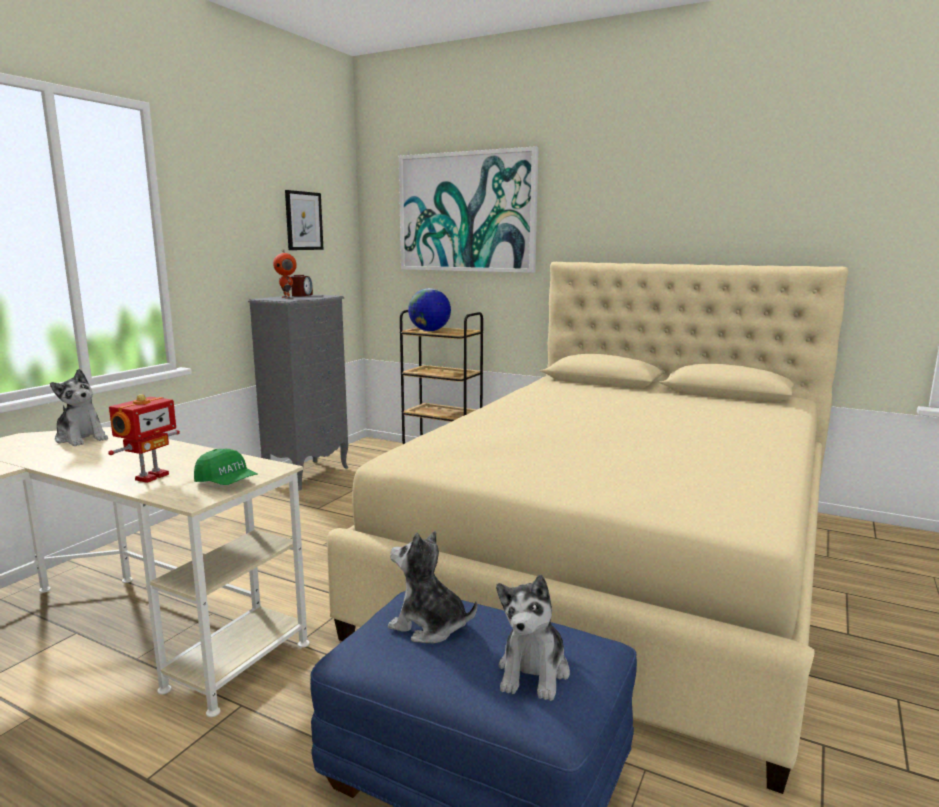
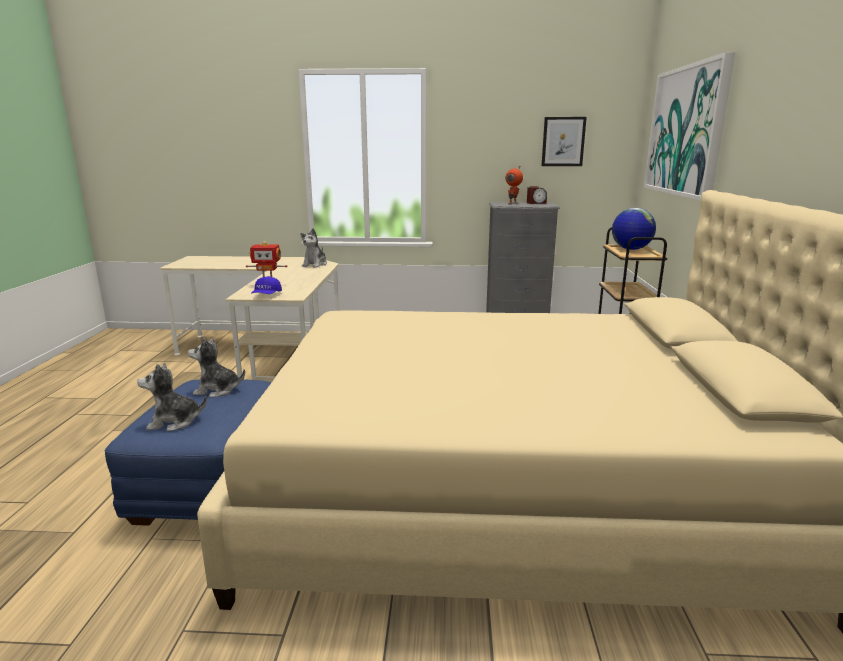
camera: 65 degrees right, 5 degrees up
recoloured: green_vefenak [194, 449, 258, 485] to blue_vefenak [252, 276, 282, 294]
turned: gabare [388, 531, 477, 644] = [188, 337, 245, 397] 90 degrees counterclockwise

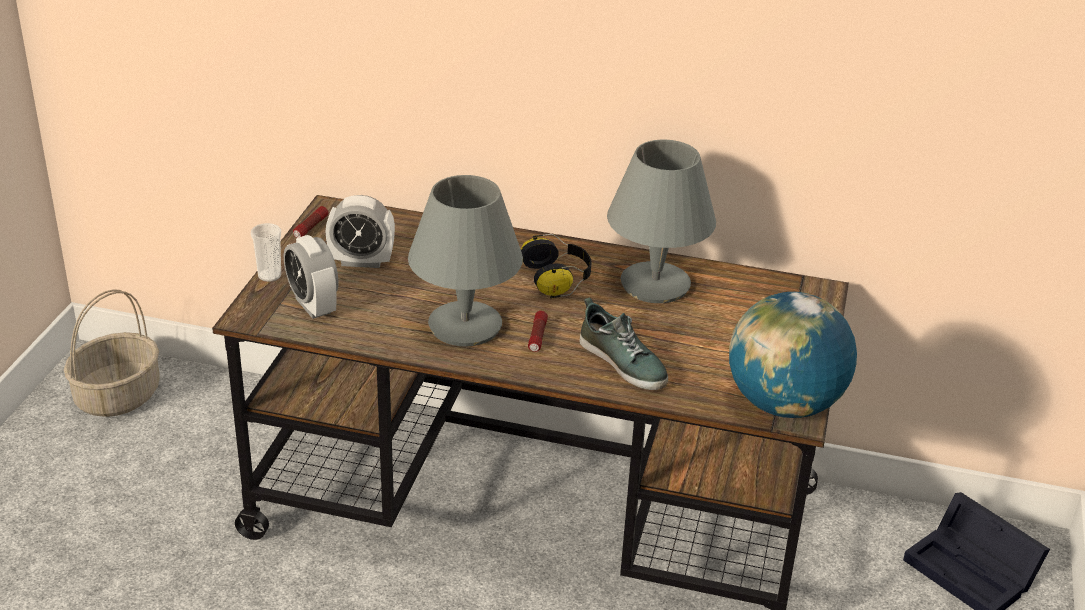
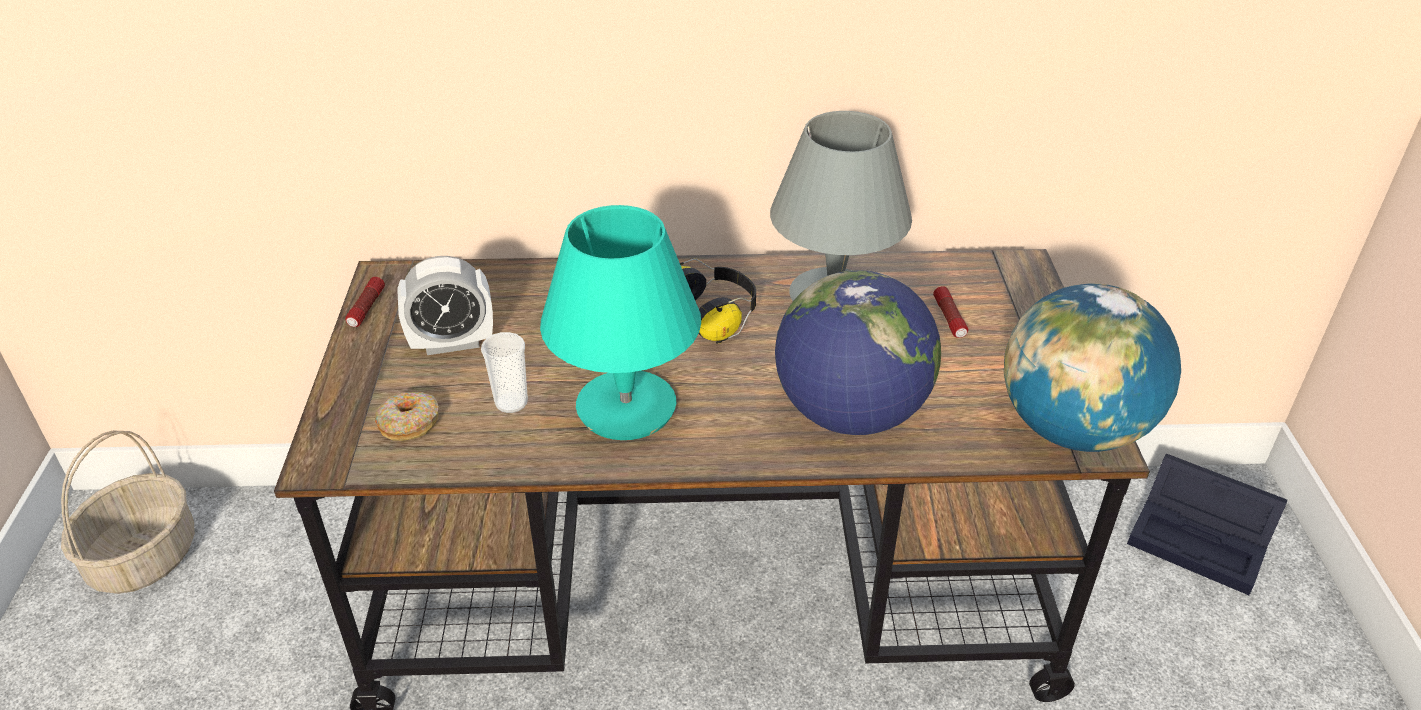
camera: 15 degrees left, 5 degrees up
moved: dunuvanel [251, 223, 281, 282] to [481, 332, 528, 413]; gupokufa [528, 311, 548, 352] to [933, 286, 968, 338]
replaced: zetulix [284, 235, 338, 319] to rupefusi [375, 392, 439, 441]; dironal [580, 297, 668, 390] to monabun [775, 270, 941, 435]
recoloured: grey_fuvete [408, 175, 523, 346] to turquoise_fuvete [540, 205, 701, 440]

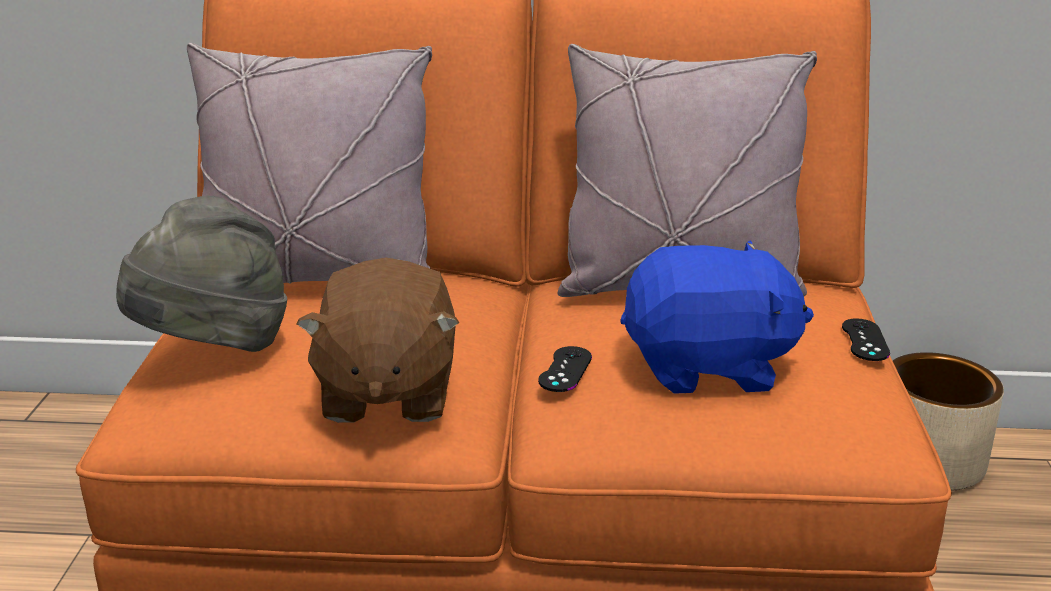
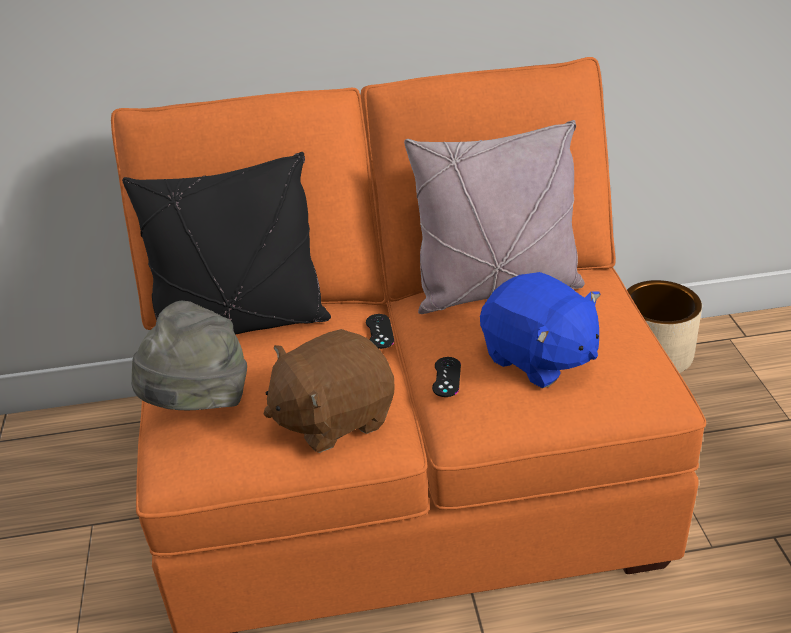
camera: 10 degrees left, 10 degrees up
moved: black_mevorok [842, 318, 890, 361] to [366, 314, 394, 349]
recoloured: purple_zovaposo [187, 43, 432, 284] to black_zovaposo [122, 152, 331, 335]
turned: brown_gabare [296, 258, 459, 423] = [263, 329, 394, 453] 75 degrees clockwise; blue_gabare [620, 240, 814, 394] = [480, 272, 600, 388] 60 degrees clockwise

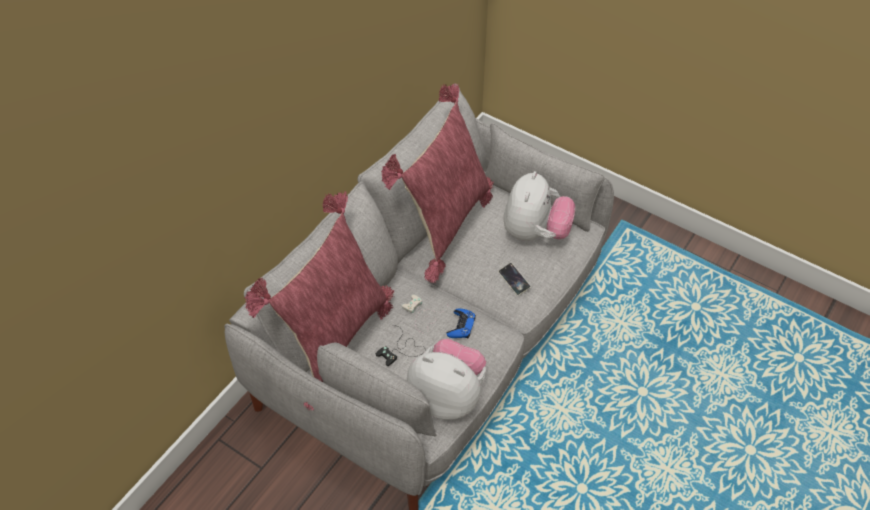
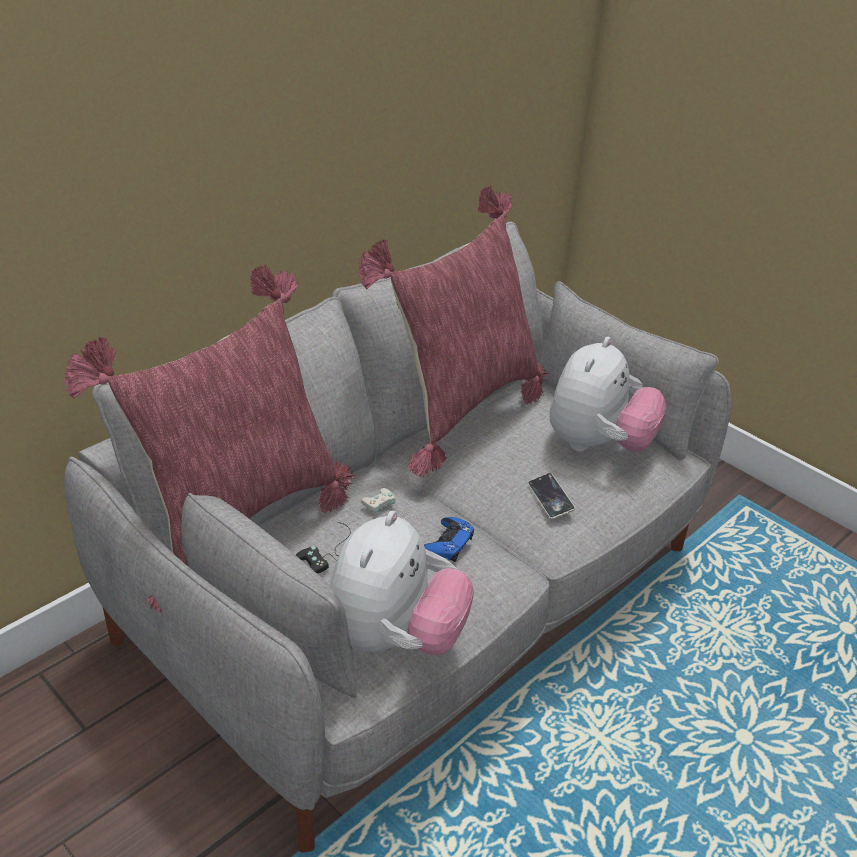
camera: 10 degrees right, 15 degrees down
turned: gabare [407, 339, 486, 420] = [330, 511, 474, 655] 75 degrees clockwise

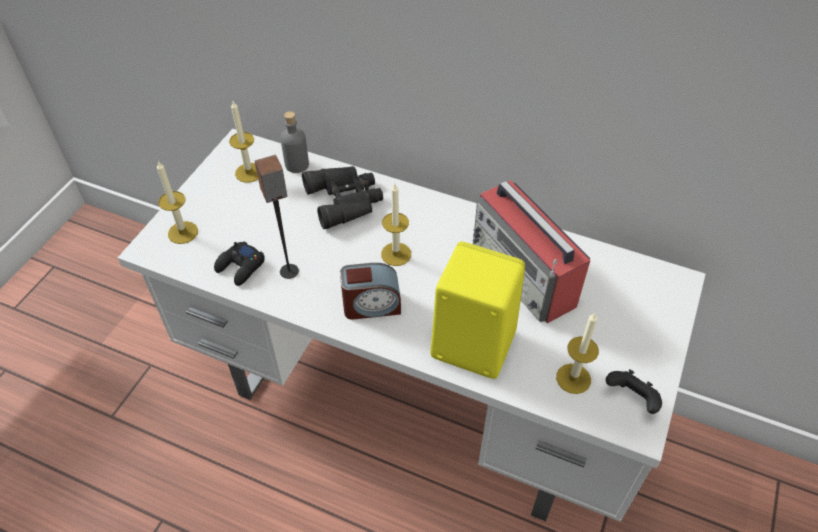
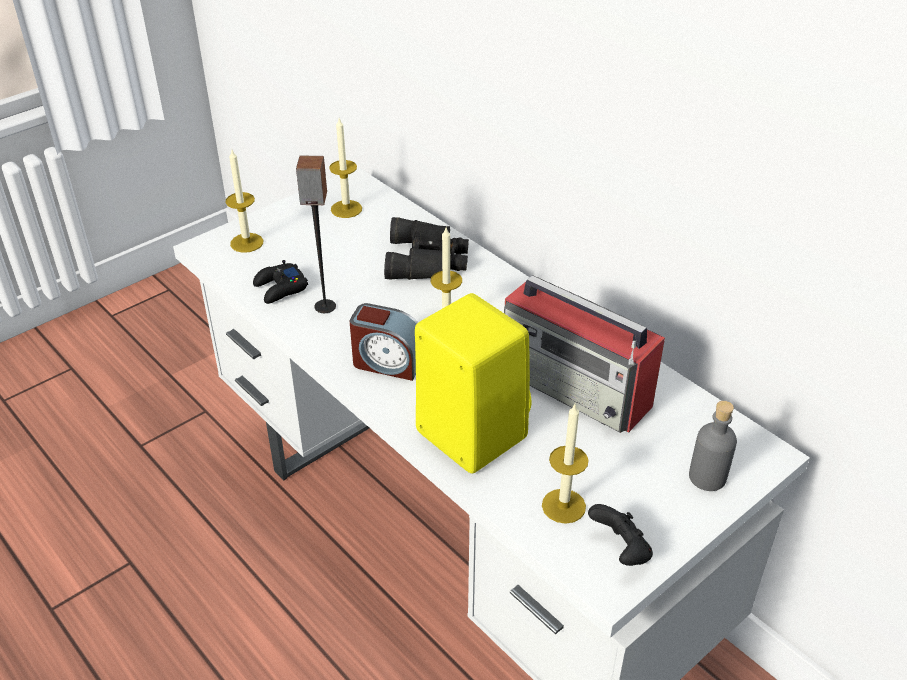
camera: 25 degrees right, 10 degrees down
moved: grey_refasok [280, 111, 309, 173] to [689, 401, 737, 491]
turned: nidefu [473, 180, 590, 323] = [504, 275, 665, 433] 45 degrees counterclockwise

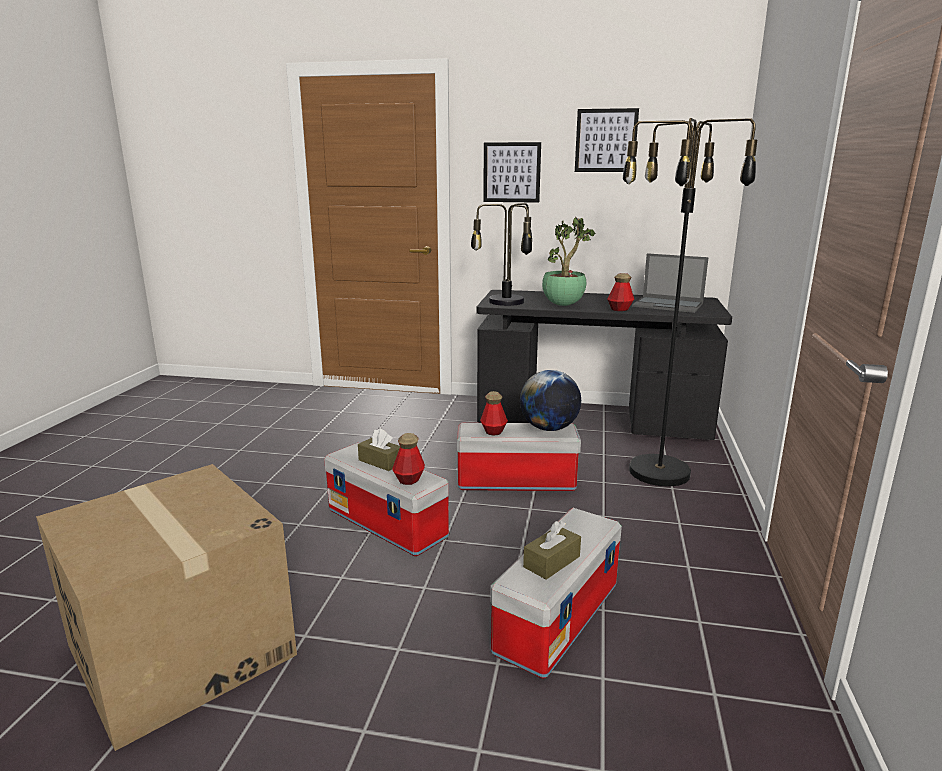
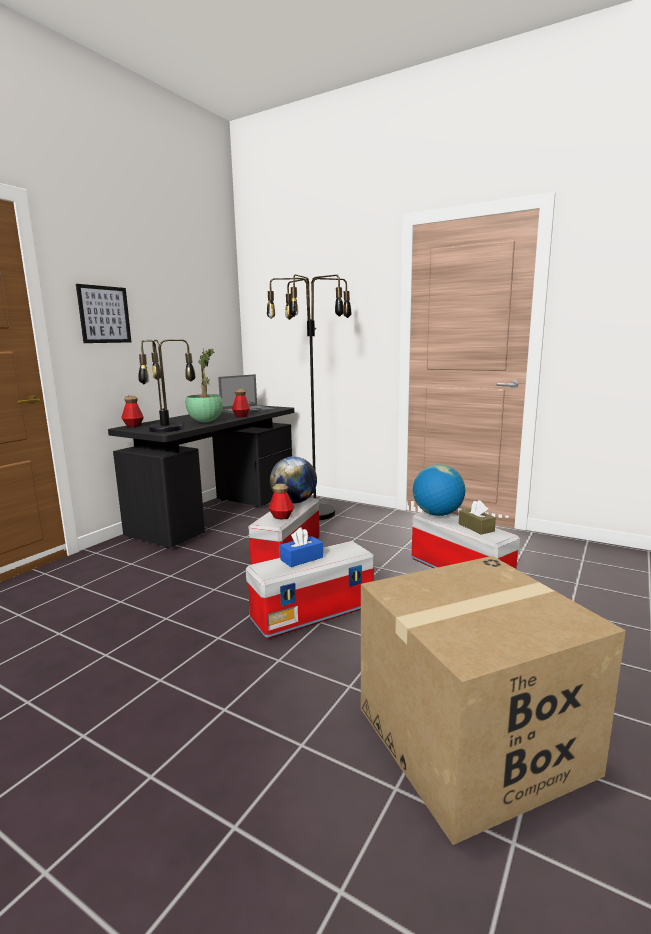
camera: 70 degrees left, 5 degrees down
removed: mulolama [575, 108, 639, 172]
added: monabun [413, 464, 465, 516]
moved: refasok [392, 433, 425, 485] to [121, 396, 144, 427]
recoloured: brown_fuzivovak [358, 429, 400, 471] to blue_fuzivovak [280, 527, 323, 567]

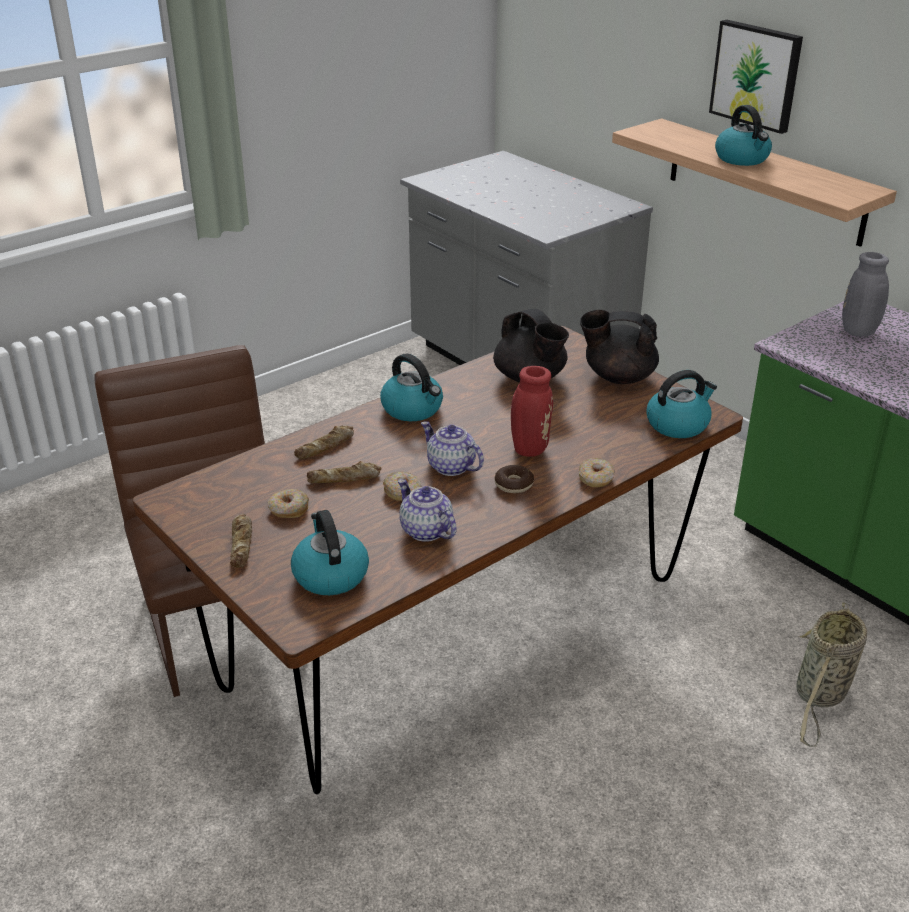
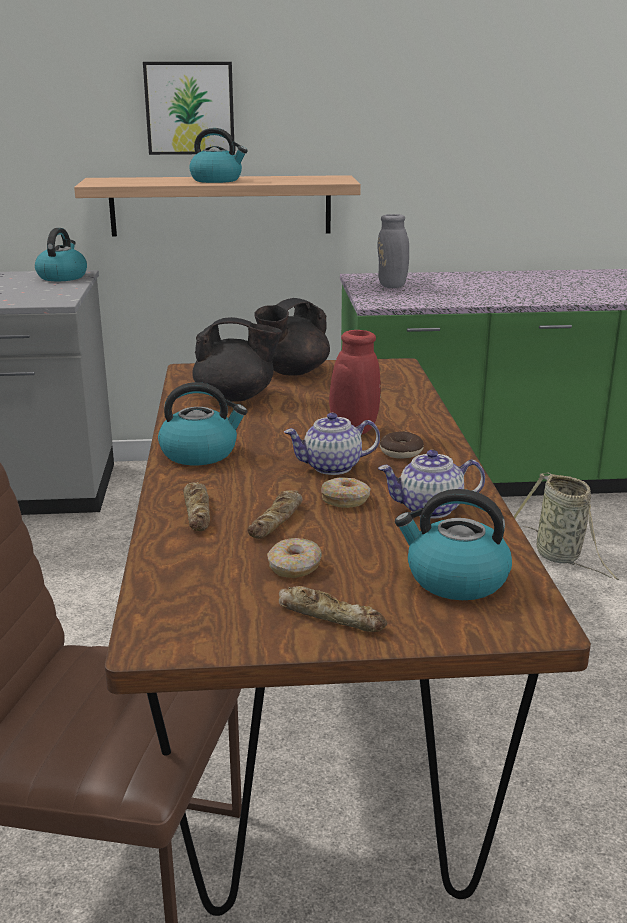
camera: 55 degrees left, 10 degrees down
removed: rupefusi [579, 458, 615, 487]
moved: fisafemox [646, 370, 717, 438] to [35, 228, 87, 281]

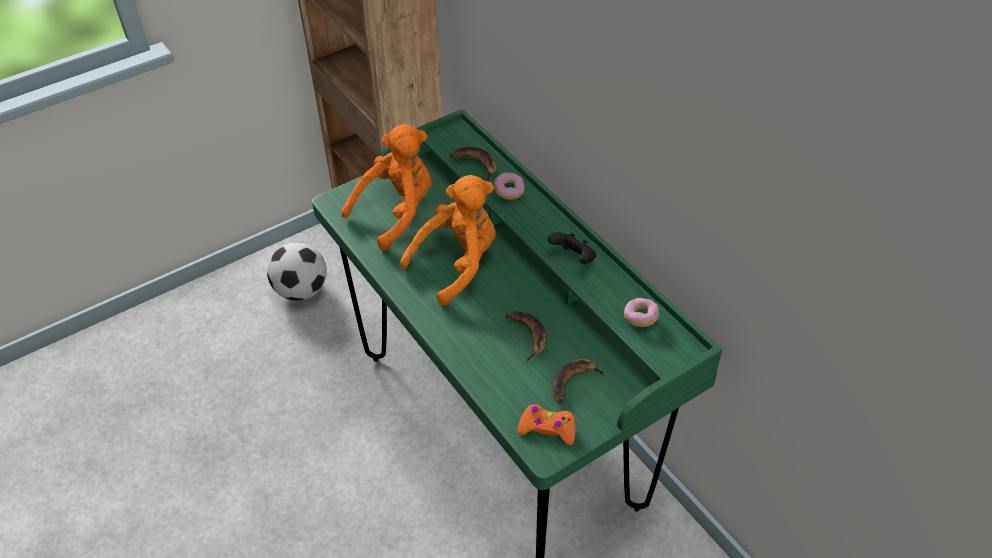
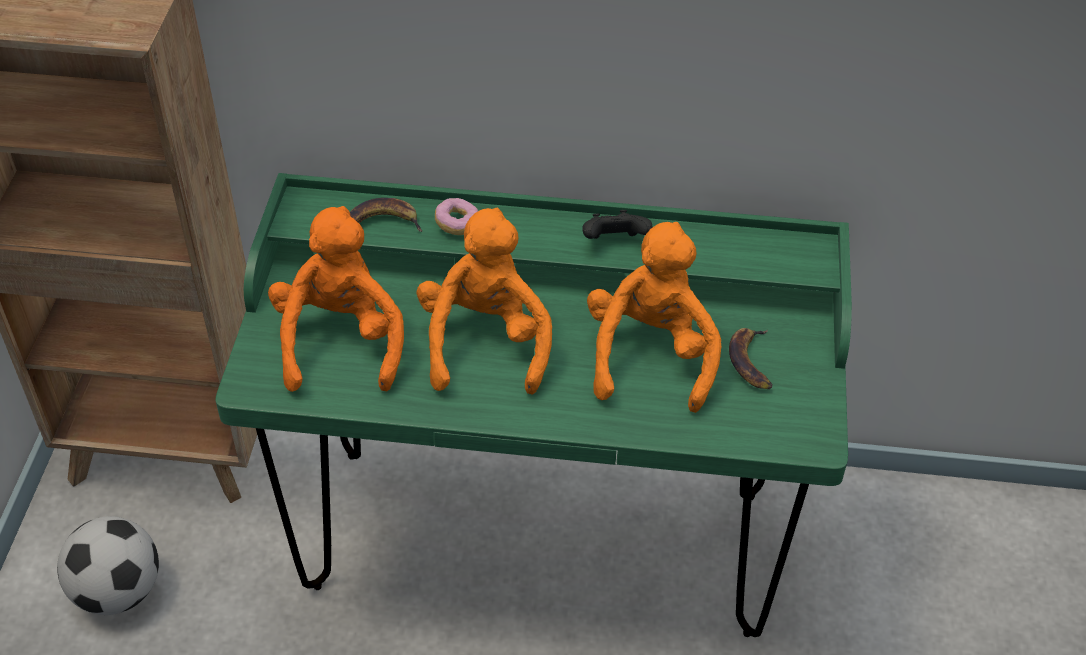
camera: 50 degrees left, 0 degrees up
removed: orange_mevorok [517, 404, 575, 445]; rupefusi [624, 298, 659, 327]
replaced: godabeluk [506, 311, 547, 362] to orange_gabare [587, 222, 721, 413]

